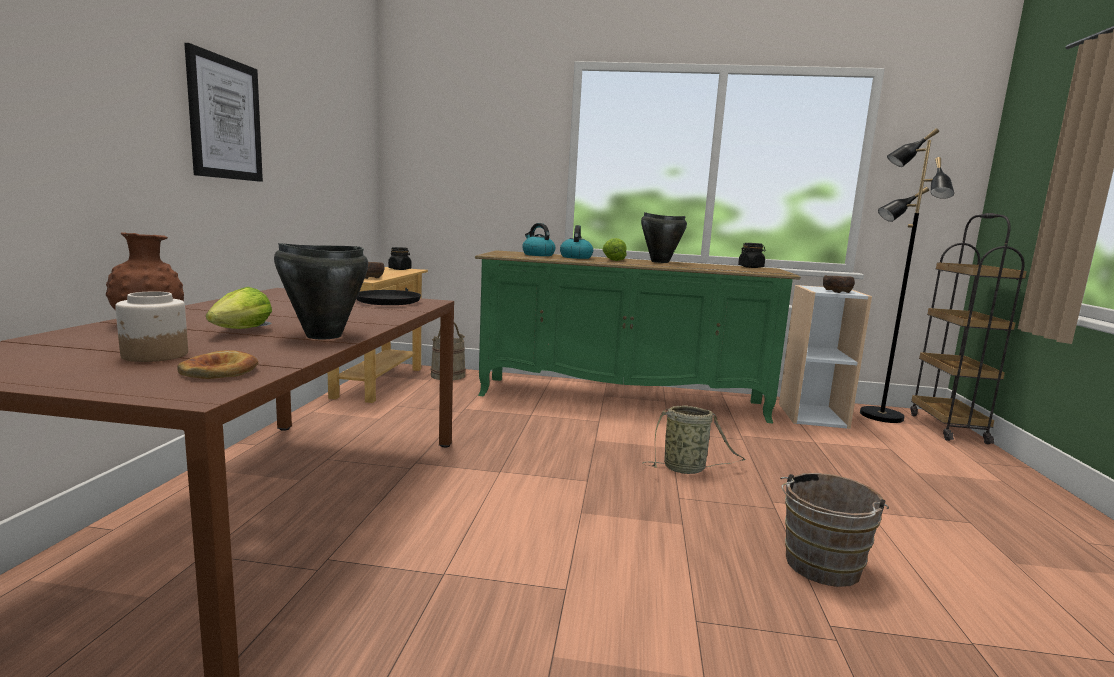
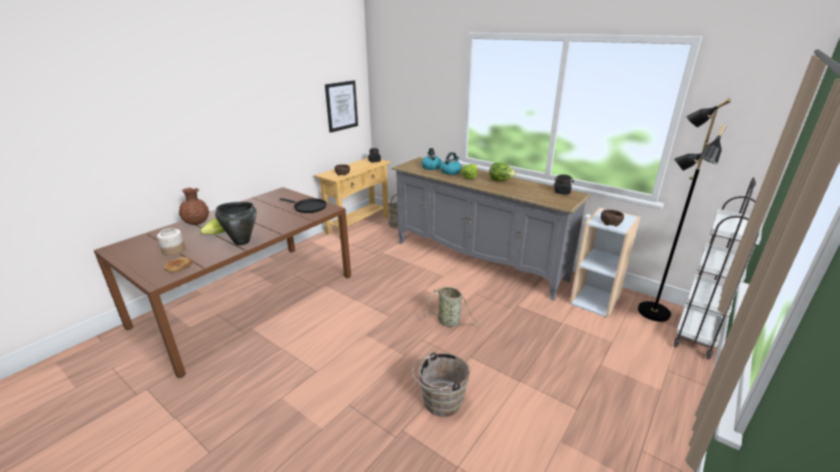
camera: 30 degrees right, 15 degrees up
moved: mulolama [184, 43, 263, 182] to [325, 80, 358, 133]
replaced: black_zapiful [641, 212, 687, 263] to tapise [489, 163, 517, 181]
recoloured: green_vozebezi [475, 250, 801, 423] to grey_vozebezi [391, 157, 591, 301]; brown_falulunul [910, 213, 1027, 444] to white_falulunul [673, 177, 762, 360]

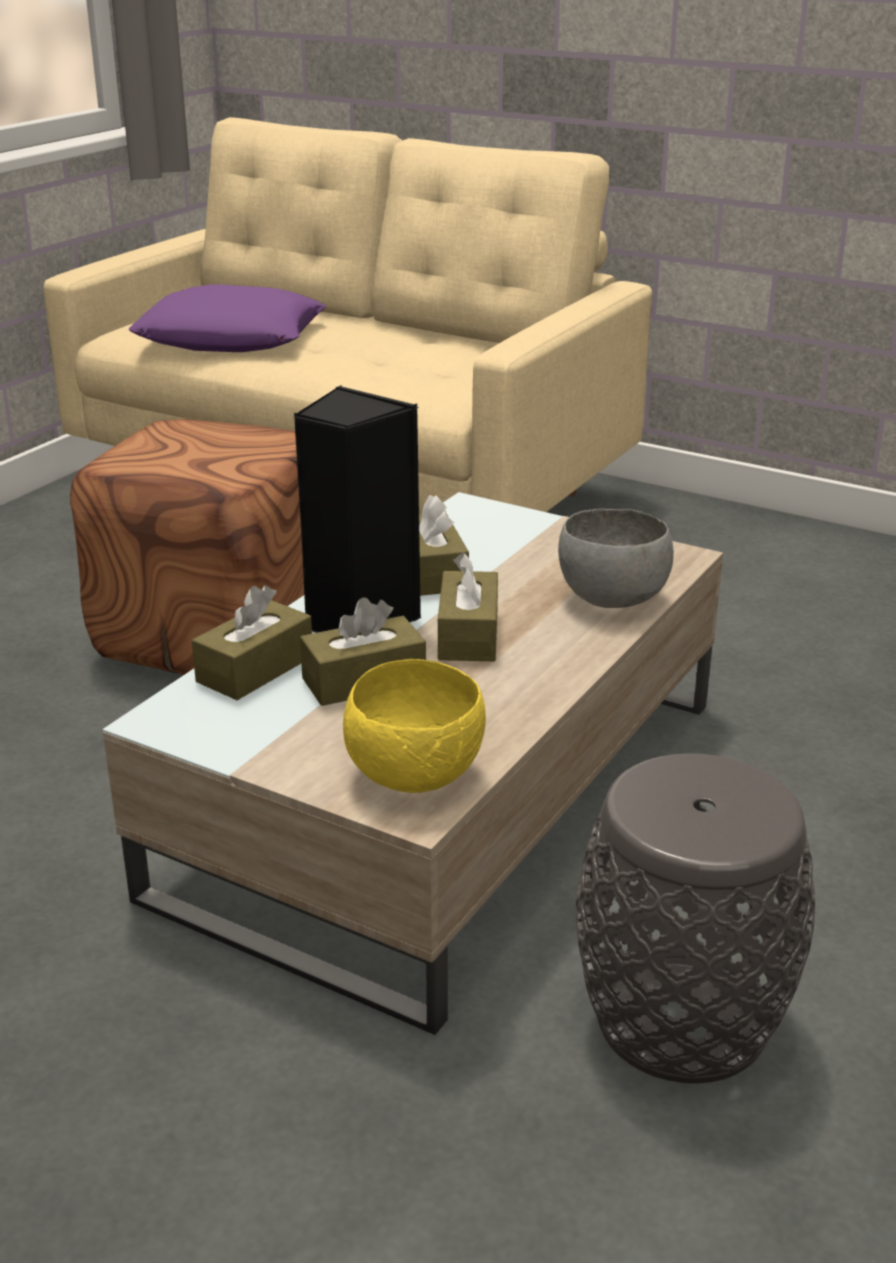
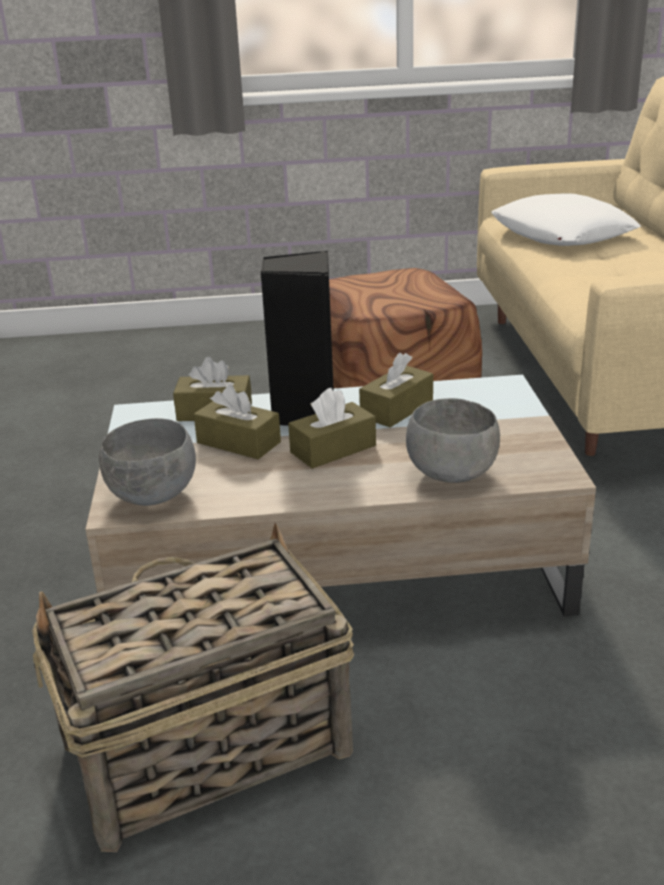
camera: 55 degrees right, 0 degrees up
replaced: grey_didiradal [576, 753, 815, 1083] to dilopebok [32, 523, 355, 852]
recoloured: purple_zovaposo [128, 284, 326, 352] to white_zovaposo [491, 193, 641, 246]; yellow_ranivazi [343, 658, 486, 793] to grey_ranivazi [99, 418, 196, 506]

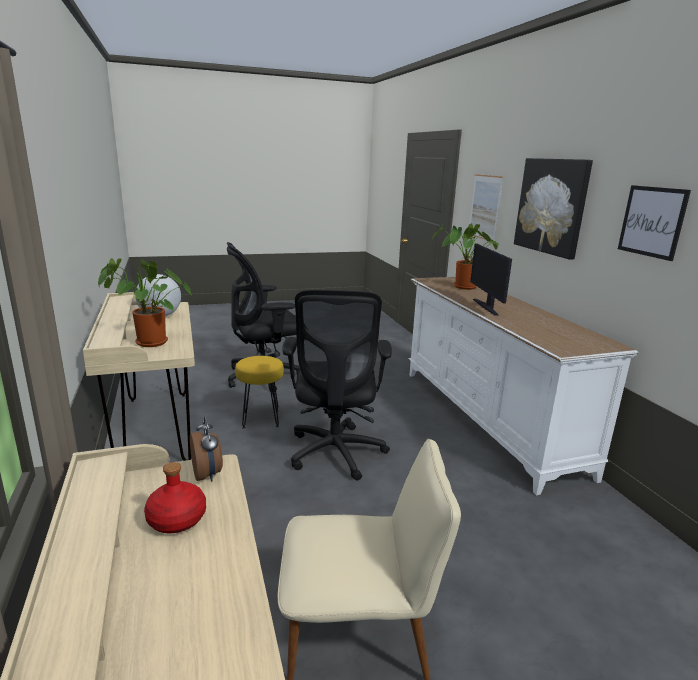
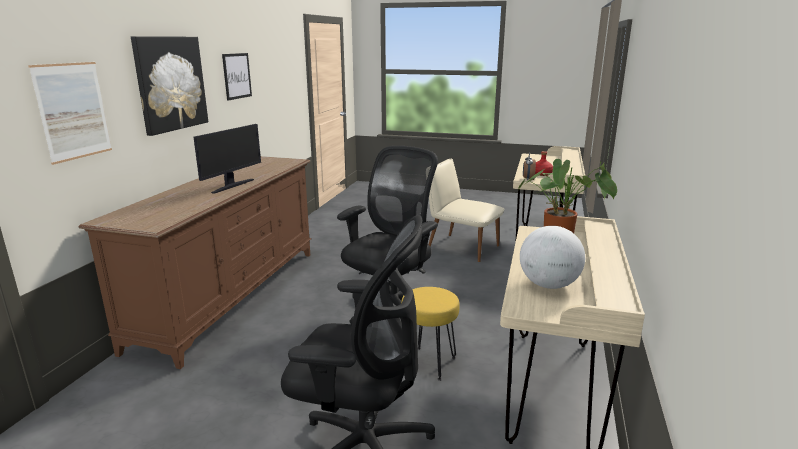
camera: 145 degrees left, 0 degrees up
removed: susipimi [432, 224, 499, 290]
recoloured: white_vozebezi [408, 277, 638, 495] to brown_vozebezi [79, 156, 312, 369]

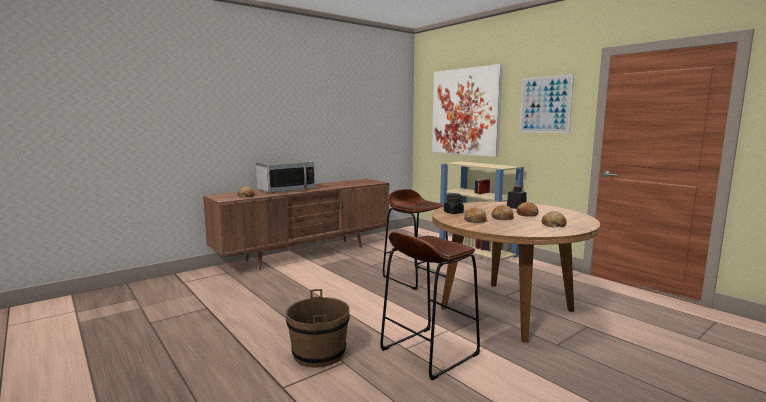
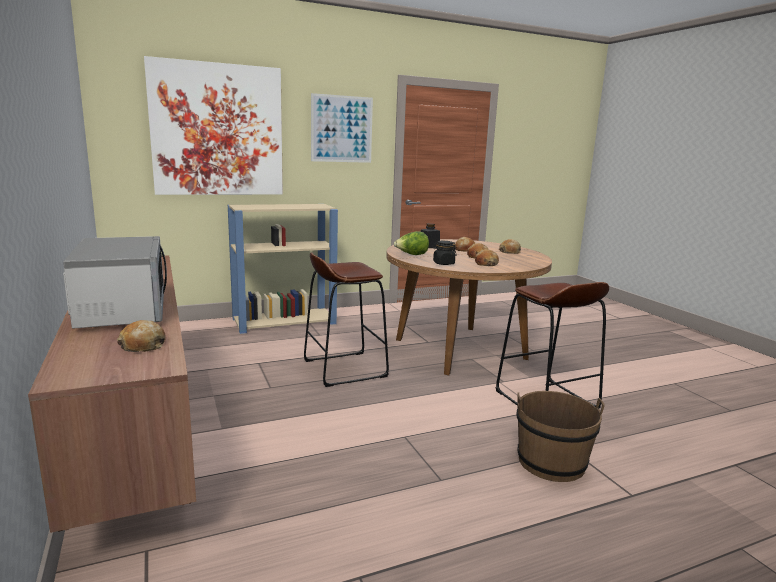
camera: 75 degrees left, 5 degrees up
added: tapise [394, 231, 429, 255]

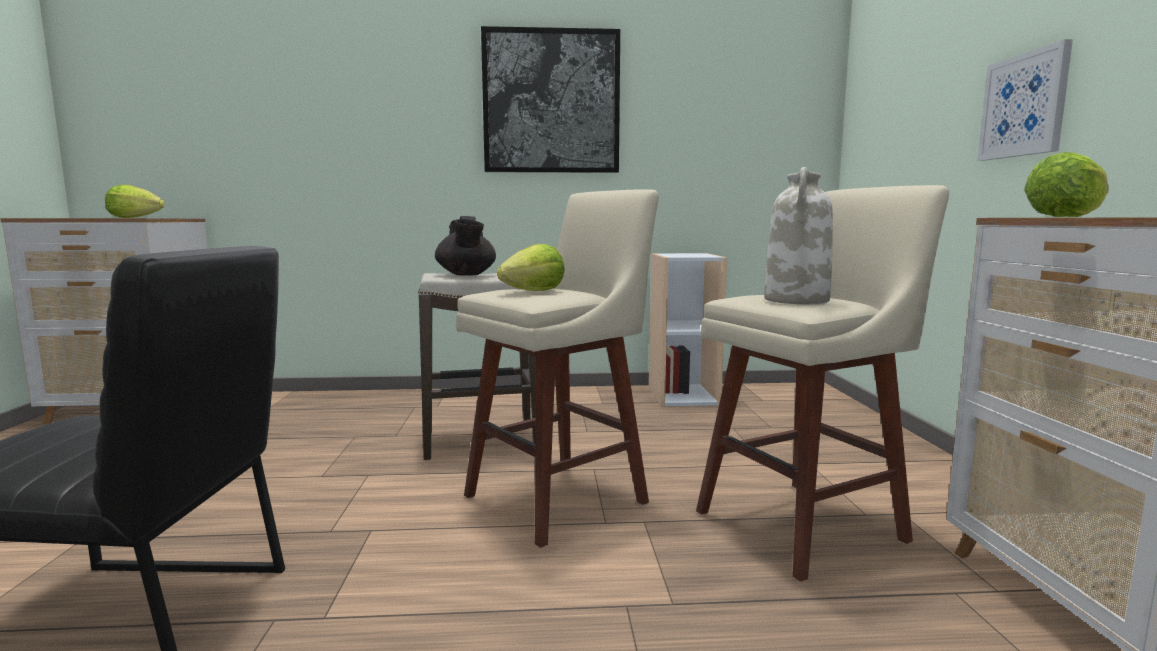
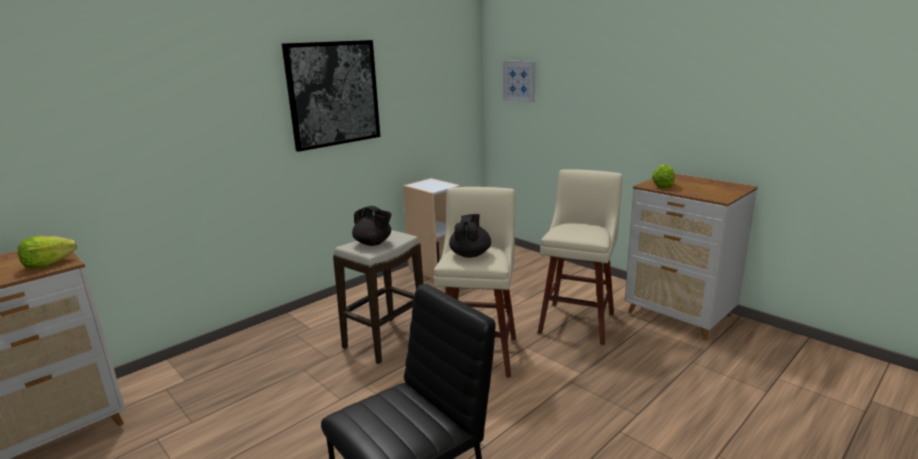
camera: 40 degrees left, 10 degrees up
removed: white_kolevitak [764, 167, 833, 304]
moved: mulolama [977, 39, 1073, 161] to [503, 61, 535, 103]
replaced: tapise [497, 244, 565, 291] to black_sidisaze [449, 214, 491, 258]

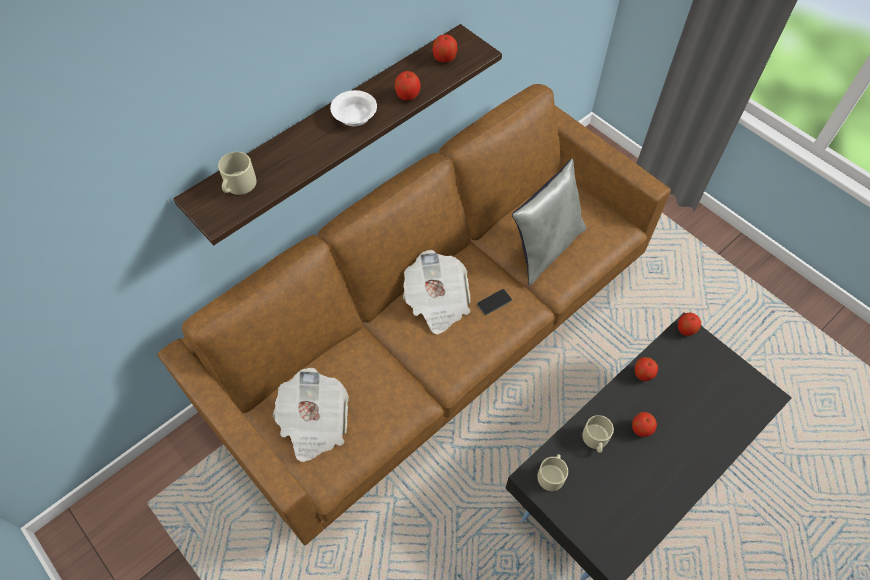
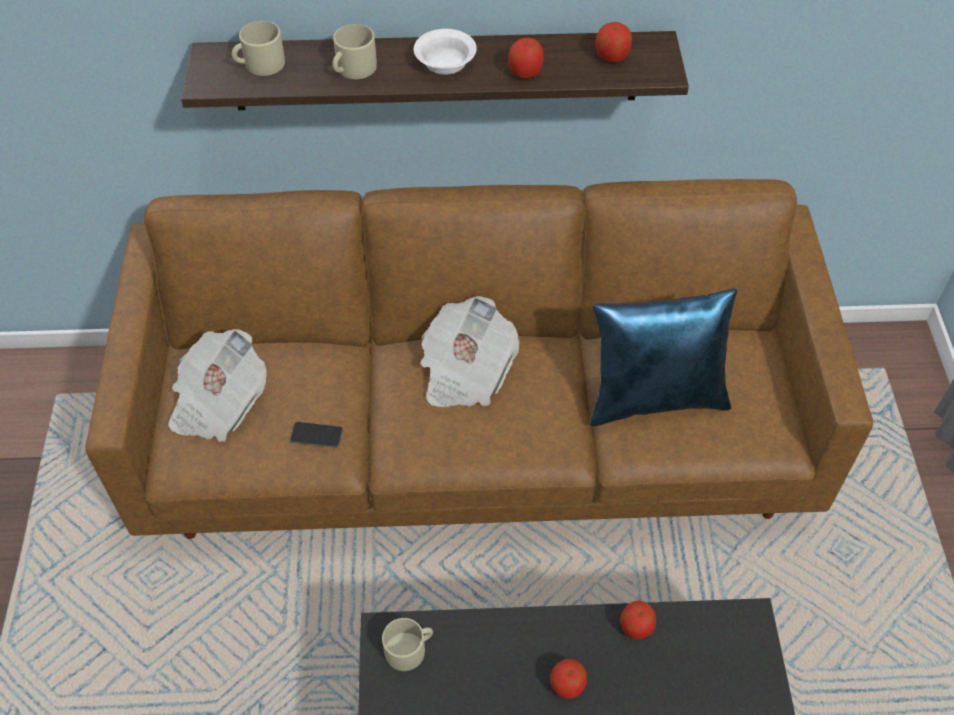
camera: 40 degrees right, 5 degrees down
removed: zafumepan [678, 312, 701, 336]
moved: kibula [477, 289, 512, 315] to [290, 422, 343, 448]; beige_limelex [582, 415, 614, 453] to [332, 24, 377, 79]
recoloured: grey_zovaposo [512, 159, 587, 285] to blue_zovaposo [590, 288, 737, 426]

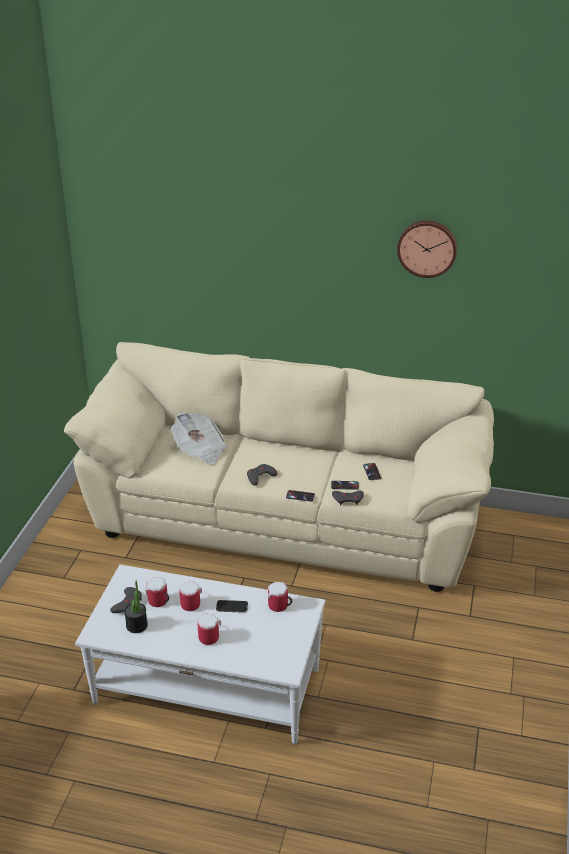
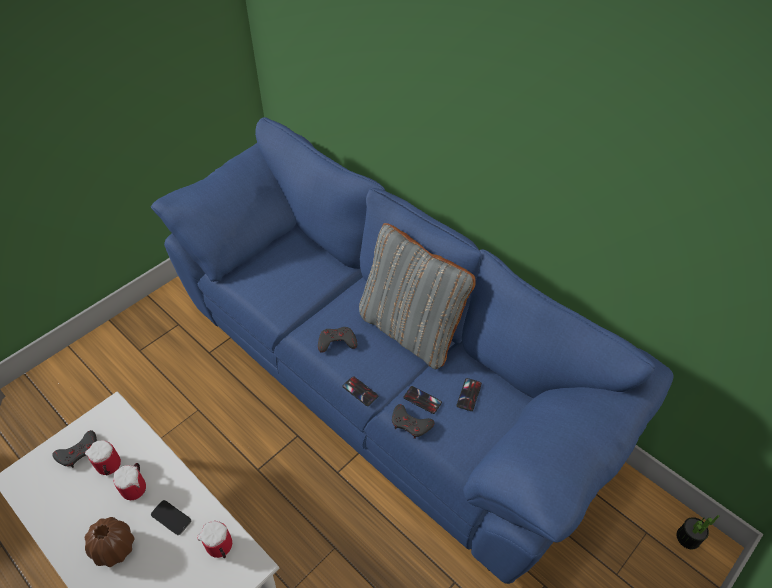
camera: 30 degrees right, 15 degrees up
removed: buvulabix [171, 412, 227, 465]; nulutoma [397, 220, 457, 278]
added: grey_zovaposo [359, 223, 476, 369]
moved: susipimi [124, 581, 148, 633] to [677, 515, 719, 549]
replaced: limelex [198, 613, 221, 645] to brown_kolevitak [84, 517, 134, 567]
recoloured: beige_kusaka [64, 342, 494, 592] to blue_kusaka [151, 117, 673, 584]

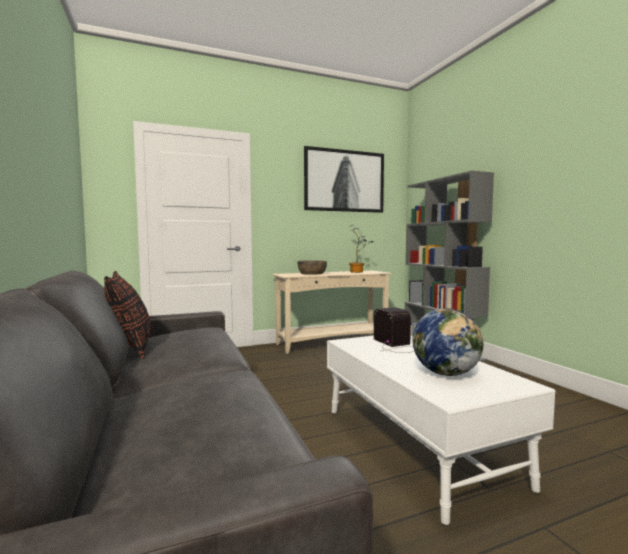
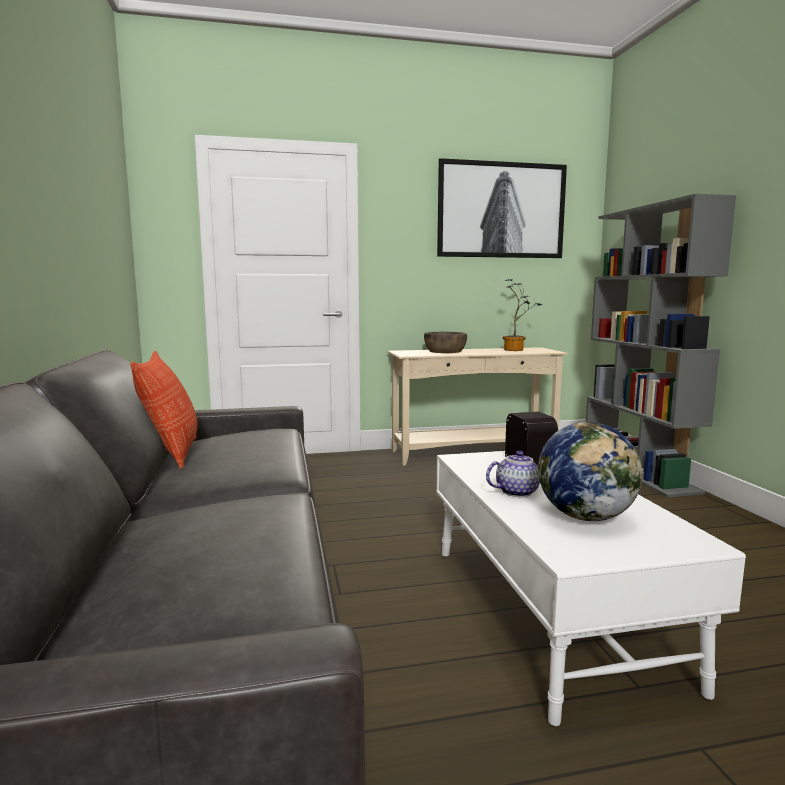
camera: 10 degrees right, 5 degrees up
added: sidisaze [486, 451, 540, 497]
recoloured: black_zovaposo [104, 271, 151, 359] to orange_zovaposo [130, 351, 197, 469]

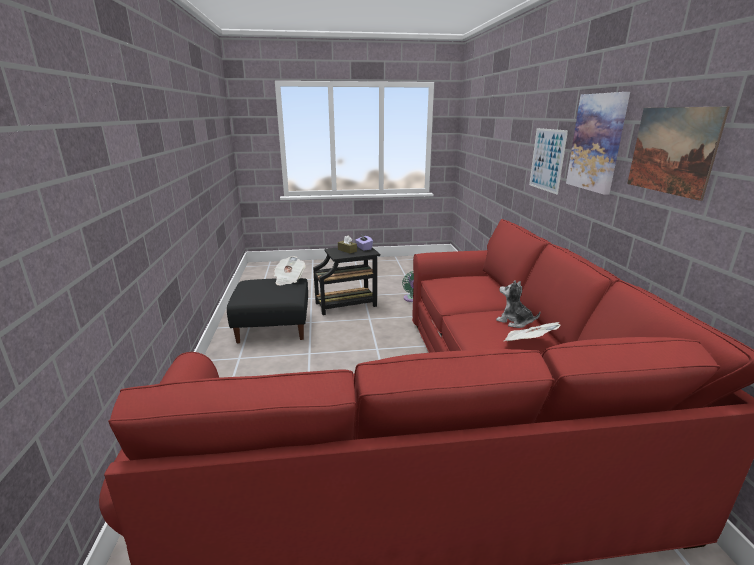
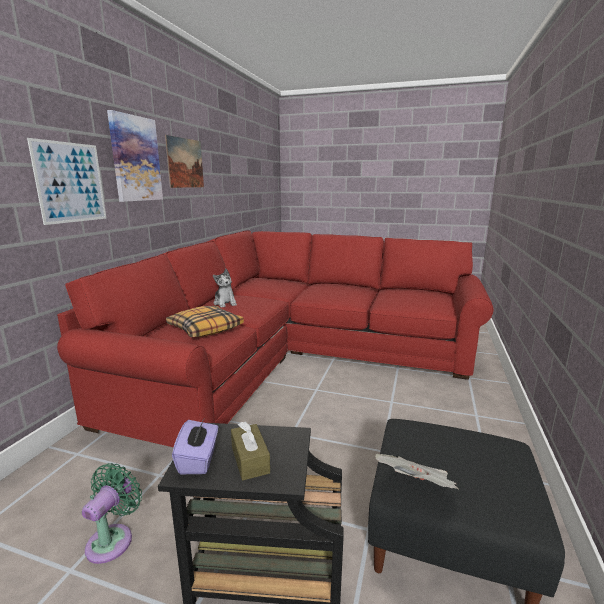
camera: 155 degrees left, 5 degrees down
removed: buvulabix [504, 322, 561, 341]
added: zovaposo [166, 306, 244, 337]

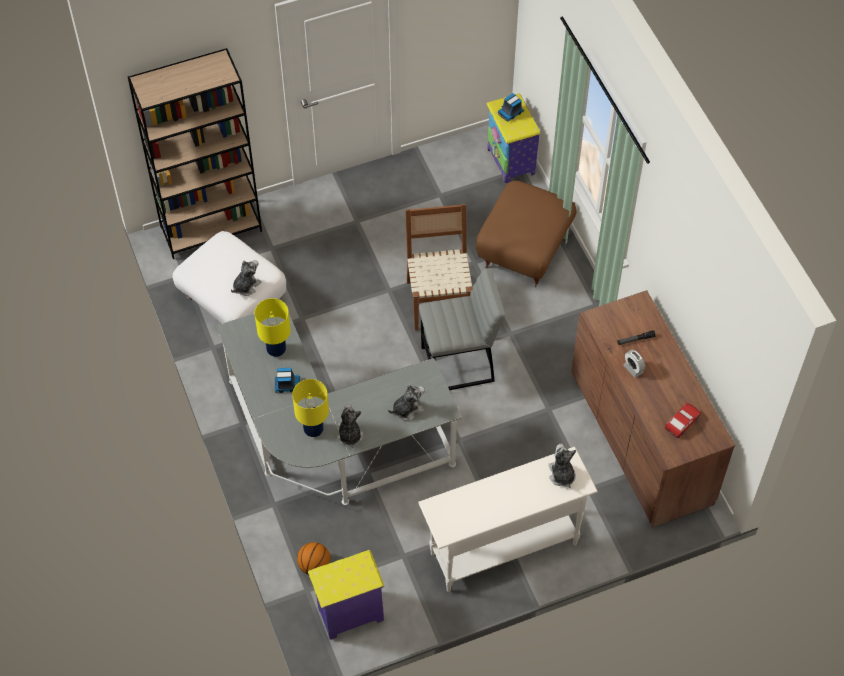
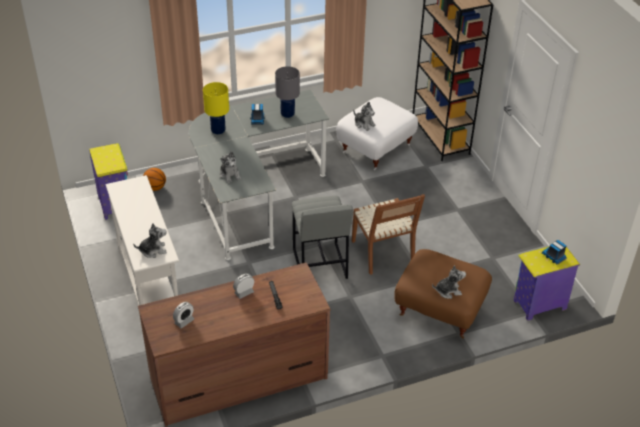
camera: 90 degrees right, 15 degrees down
moved: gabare [337, 404, 363, 448] to [432, 265, 466, 299]
replaced: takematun [665, 403, 701, 438] to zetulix [173, 302, 194, 329]
recoloured: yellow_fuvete [255, 298, 291, 357] to grey_fuvete [275, 66, 300, 118]
turned: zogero [405, 204, 473, 331] = [352, 194, 425, 275] 75 degrees clockwise

